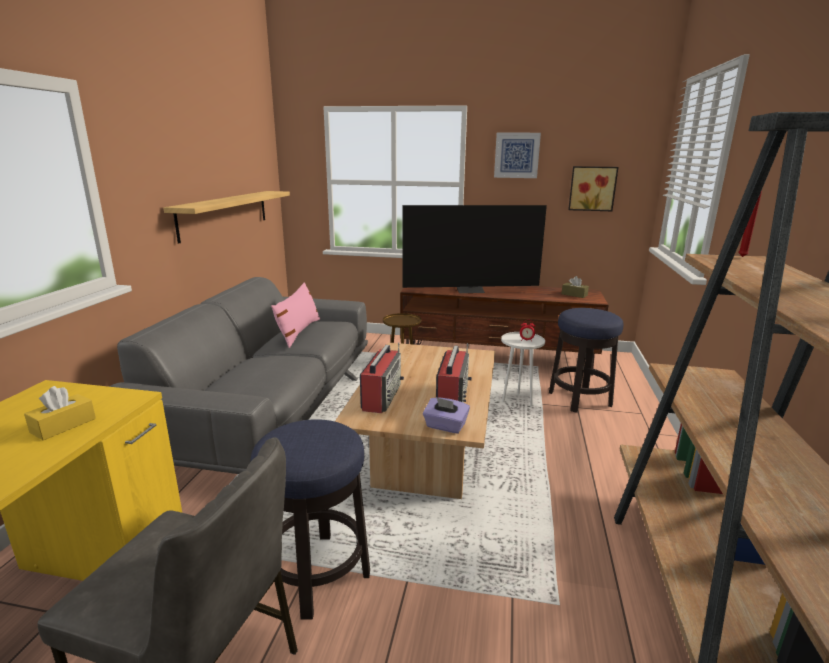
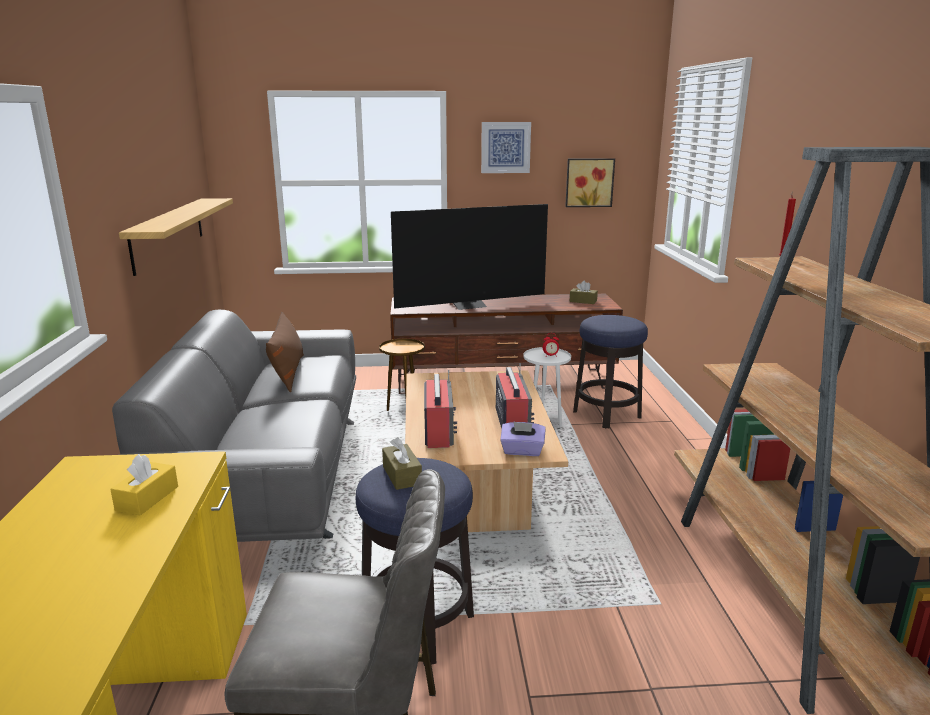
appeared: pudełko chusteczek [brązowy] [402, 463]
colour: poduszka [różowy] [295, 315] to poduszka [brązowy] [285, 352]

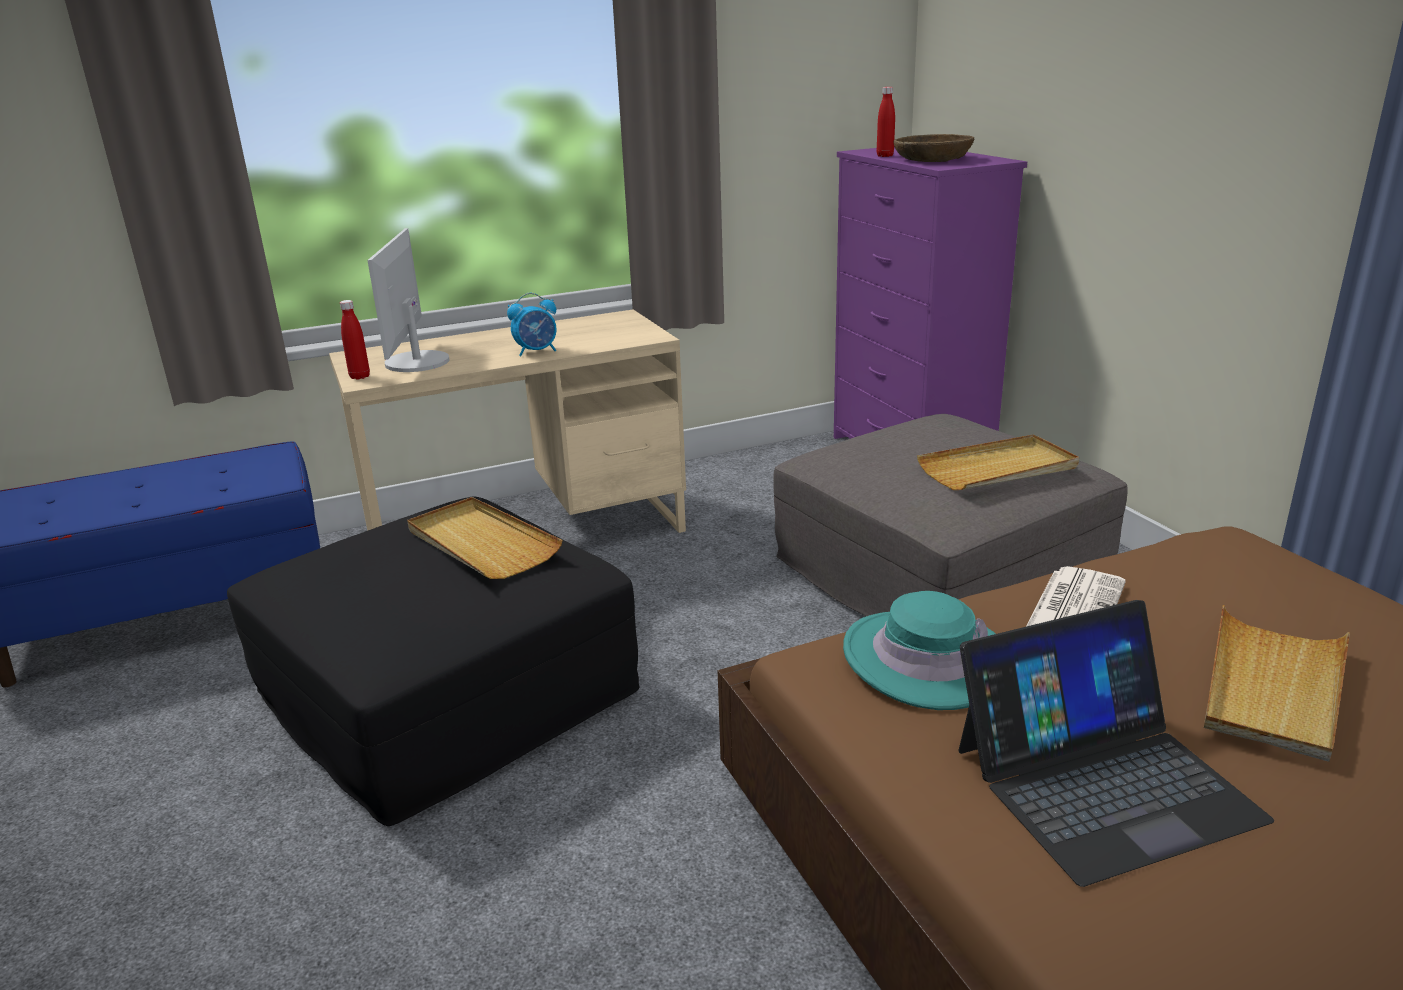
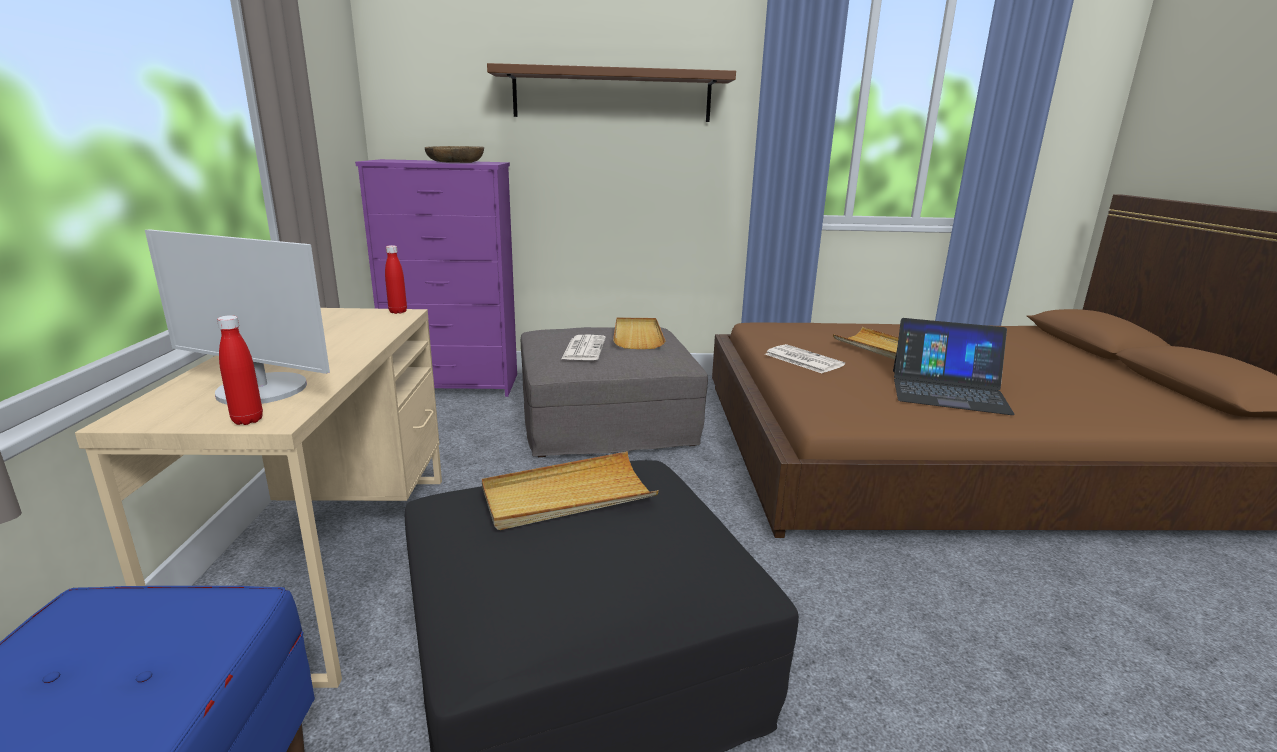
missing: budzik [531, 325]; kapelusz [turkusowy] [919, 650]
appeared: półka [brązowy] [611, 92]; gazeta [583, 347]
relocated: butelka [czerwony] [886, 122] to [396, 279]
spun: laptop [1116, 743] = [954, 366] 105 degrees clockwise

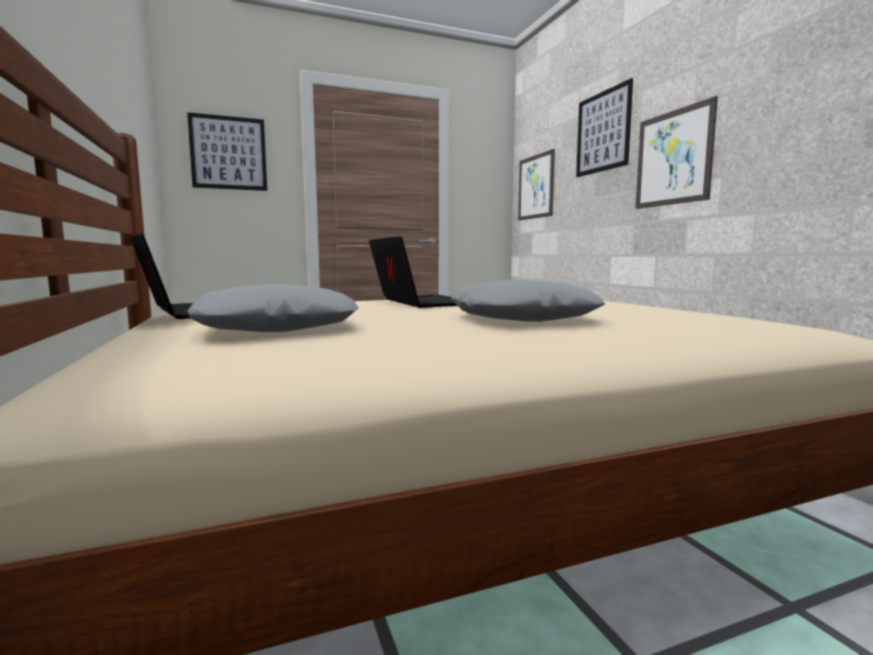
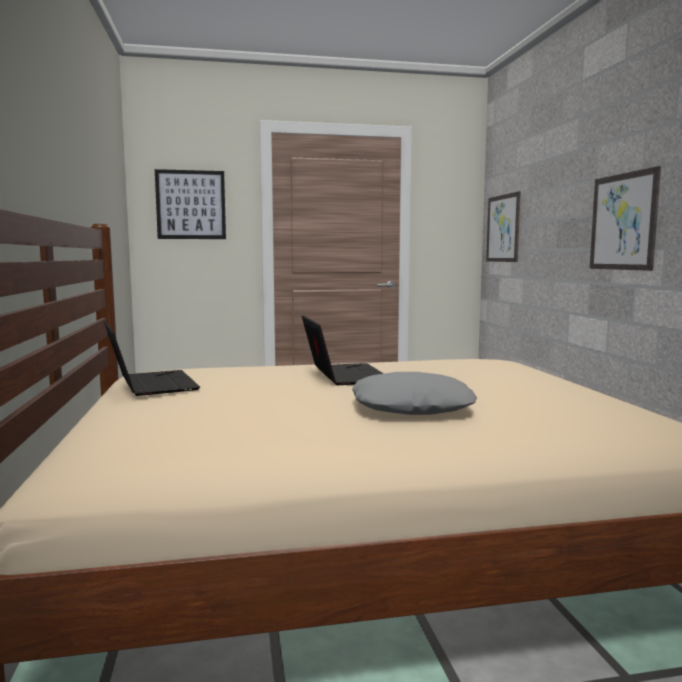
missing: poduszka [szary] [273, 308]; obraz [604, 127]

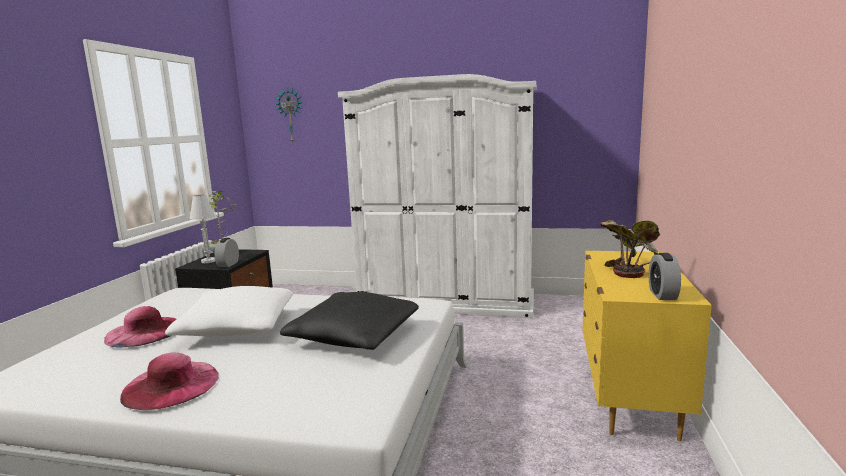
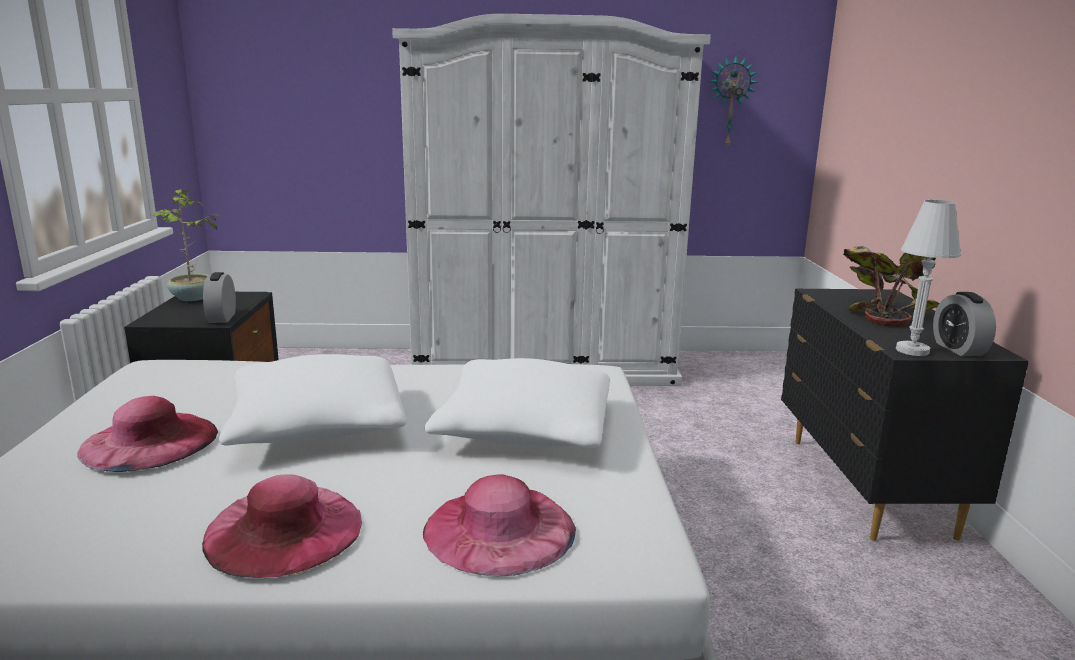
appeared: kapelusz [różowy] [499, 525]
relocated: zegar ścienny [289, 115] to [733, 102]; lampa stołowa [biały] [202, 228] to [928, 278]
colour: poduszka [czarny] [349, 321] to poduszka [biały] [517, 403]; komoda [żółty] [647, 346] to komoda [czarny] [905, 415]

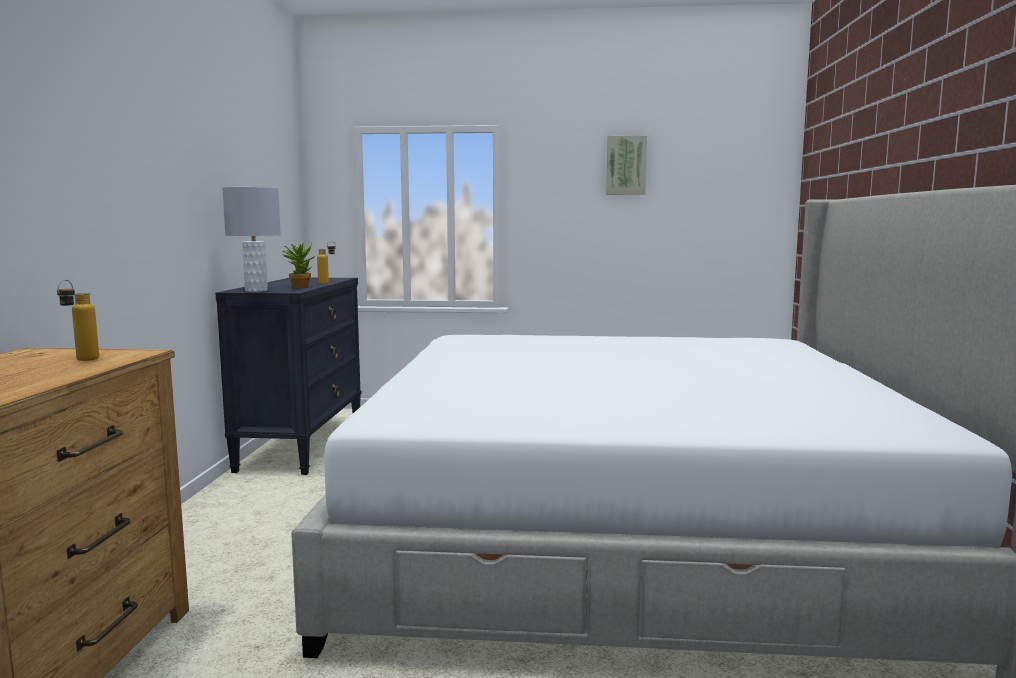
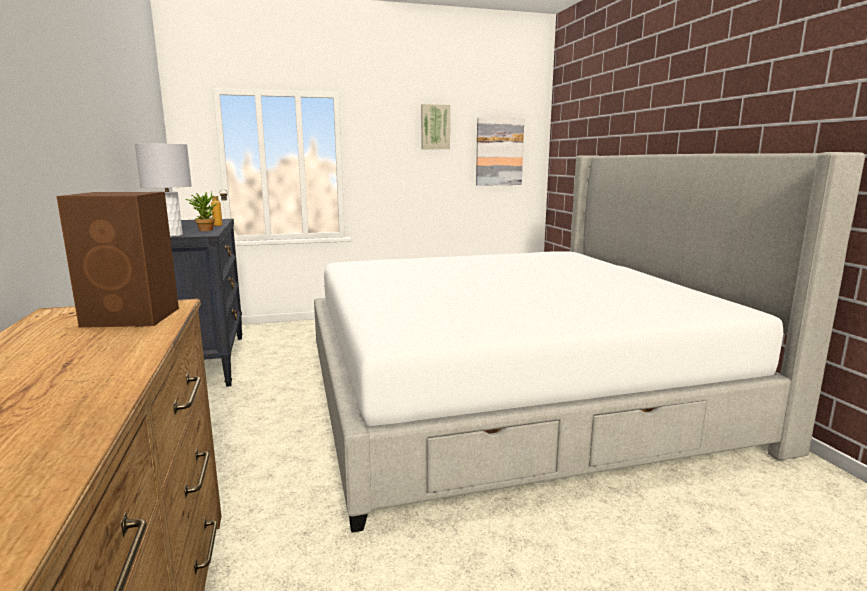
appeared: obraz [500, 152]
exchanged: butelka [78, 320] to głośnik [brązowy] [117, 260]

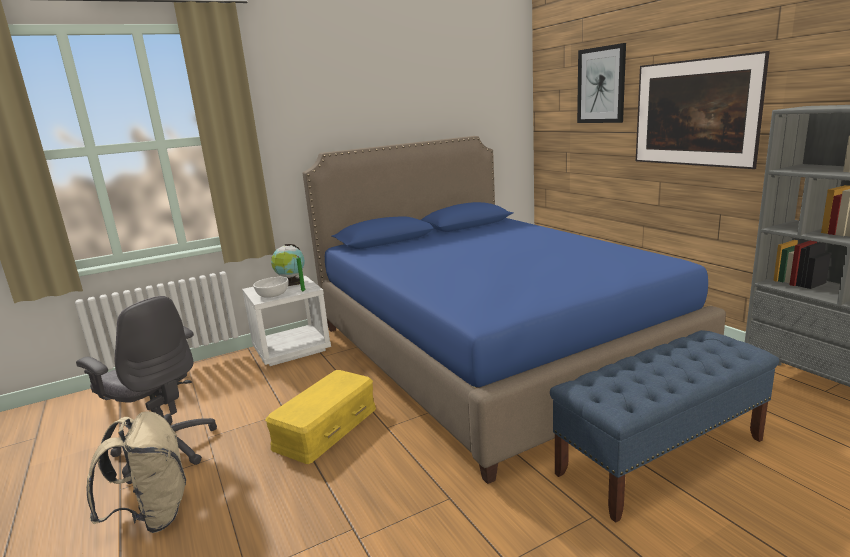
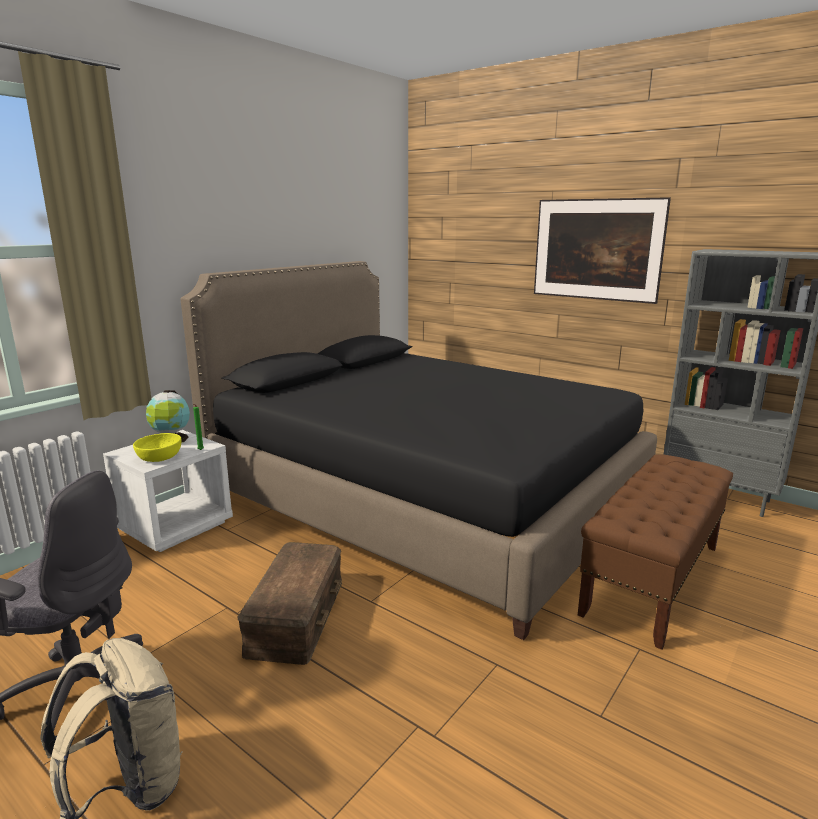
missing: obraz [601, 83]
colour: miska [biały] [271, 287] to miska [żółty] [157, 447]; łóżko [niebieski] [514, 310] to łóżko [czarny] [419, 450]; pojemnik do przechowywania [żółty] [320, 417] to pojemnik do przechowywania [brązowy] [290, 603]; ławka [niebieski] [664, 426] to ławka [brązowy] [655, 552]

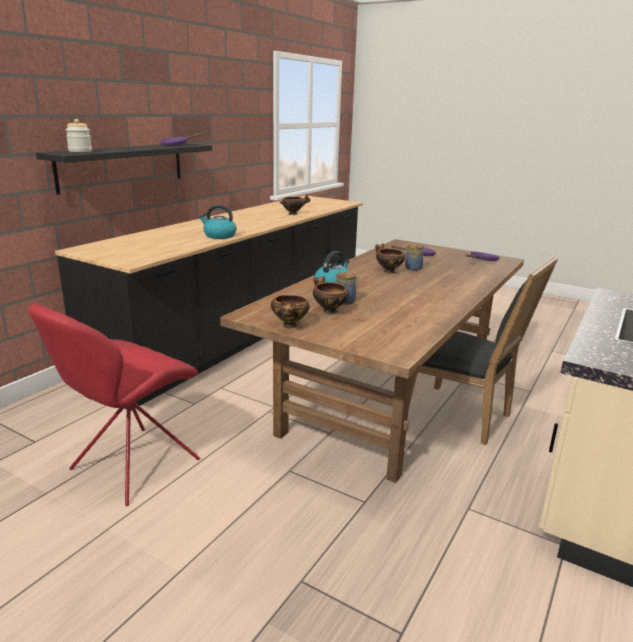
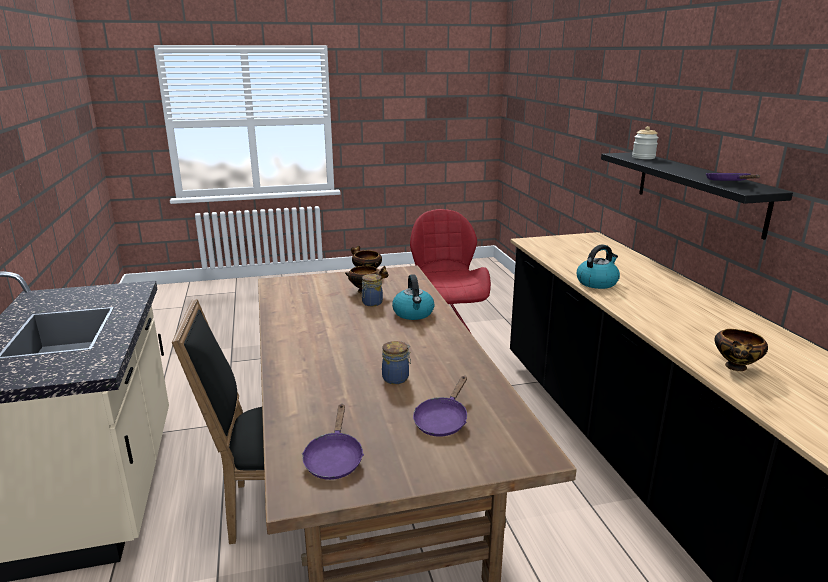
missing: miska [390, 258]

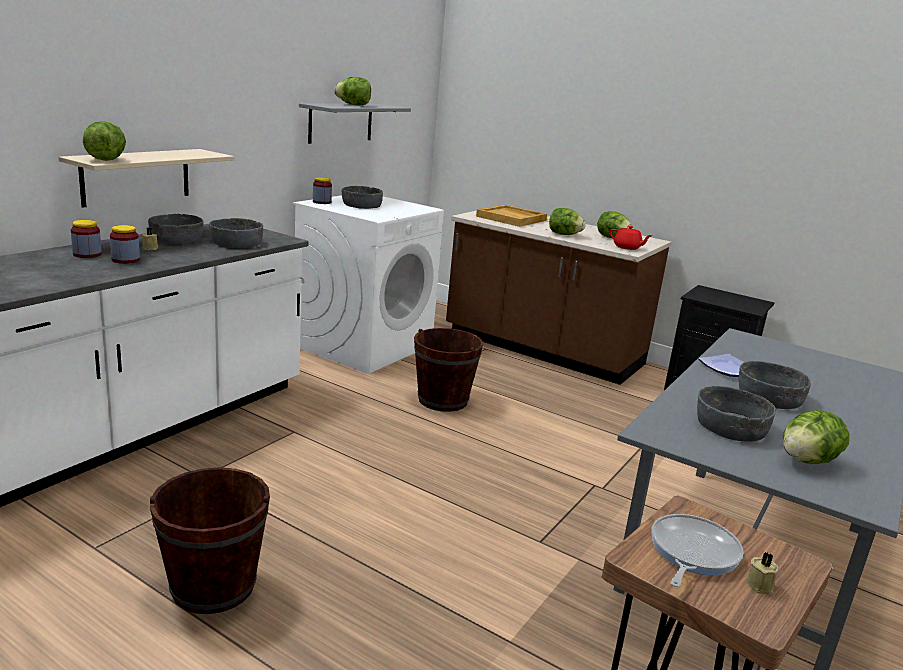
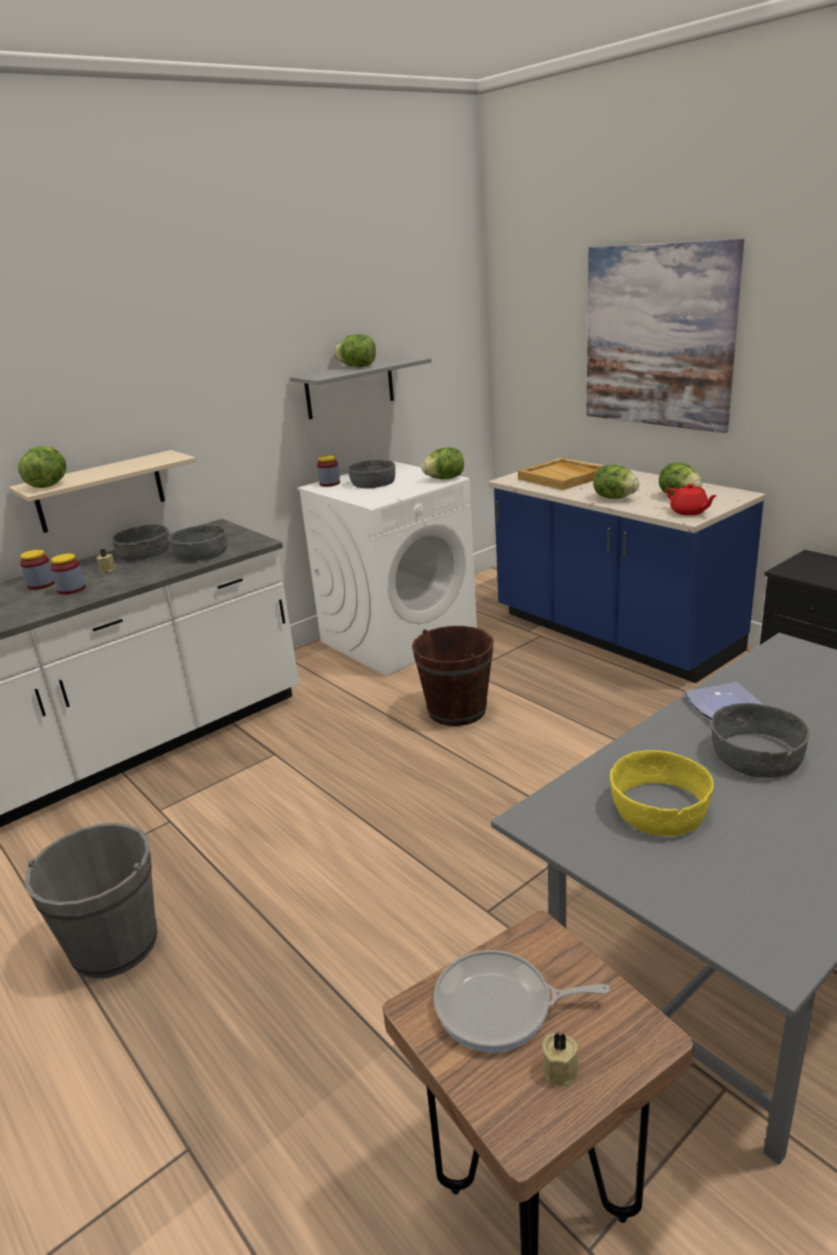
appeared: obraz [665, 336]
relocated: sałata [816, 437] to [442, 463]
colour: wiadro [brązowy] [210, 540] to wiadro [szary] [91, 901]; zabudowa kuchenna [brązowy] [558, 298] to zabudowa kuchenna [niebieski] [627, 570]; miska [szary] [736, 414] to miska [żółty] [662, 793]
spun: patelnia [697, 550] = [522, 1001] 135 degrees counterclockwise

